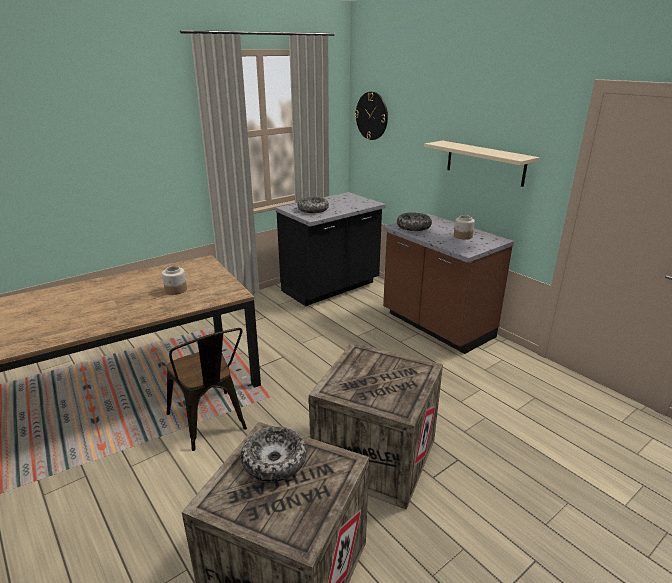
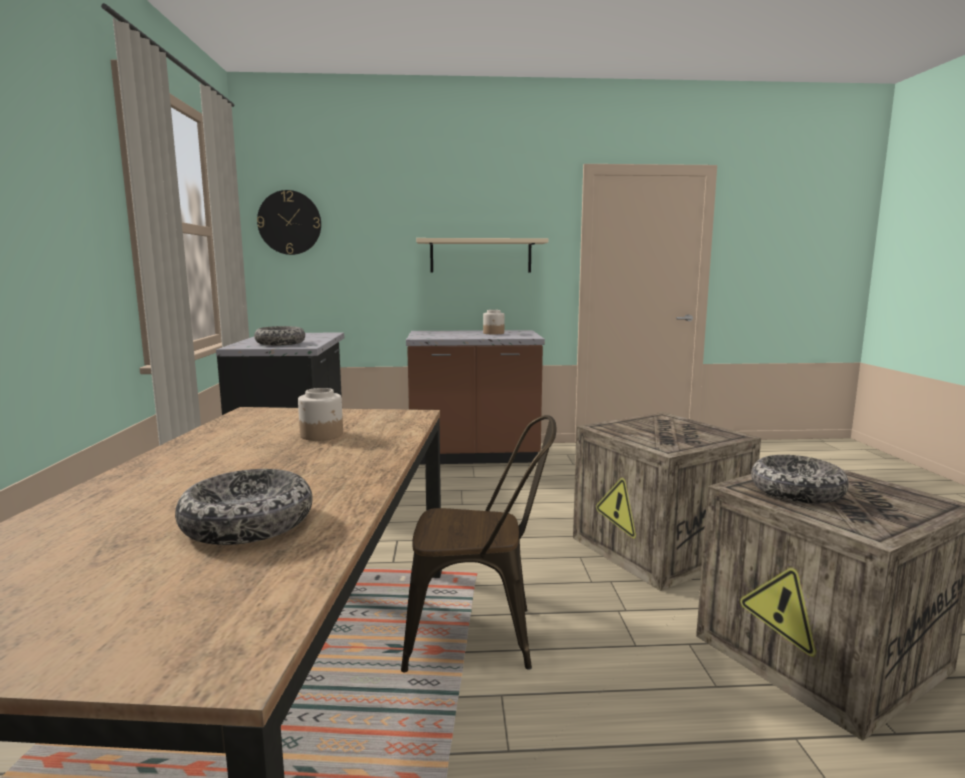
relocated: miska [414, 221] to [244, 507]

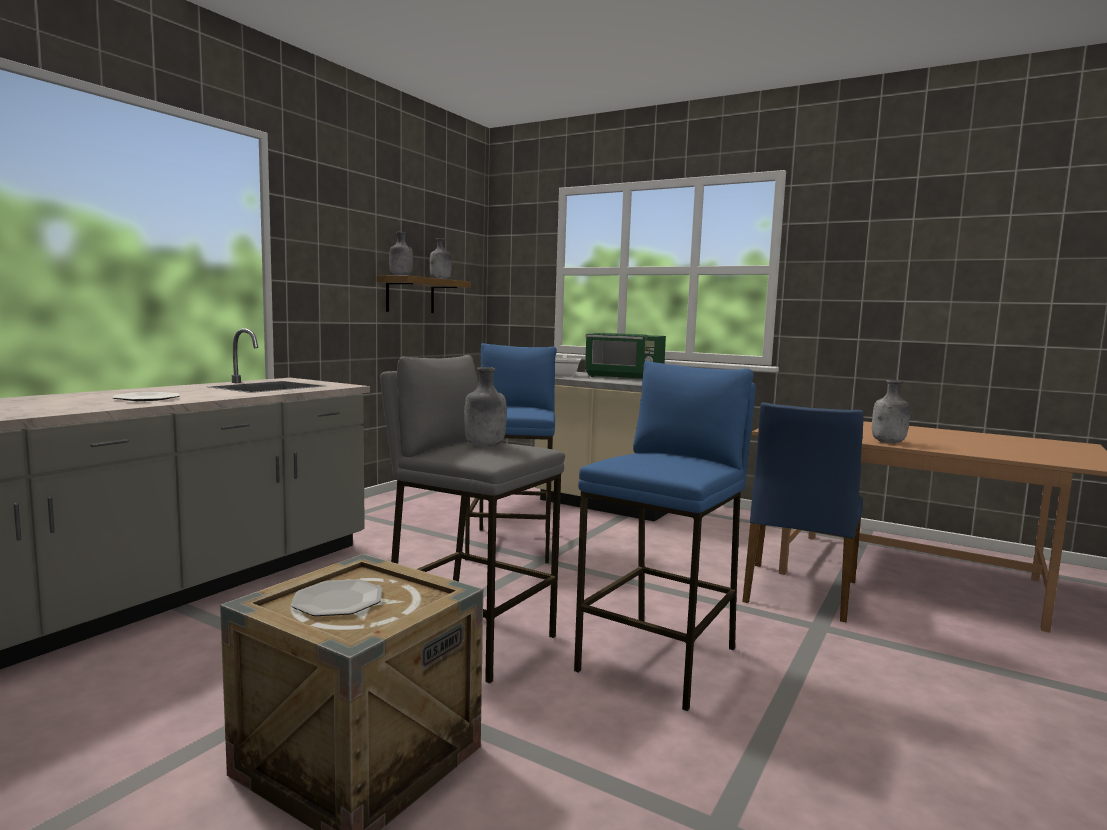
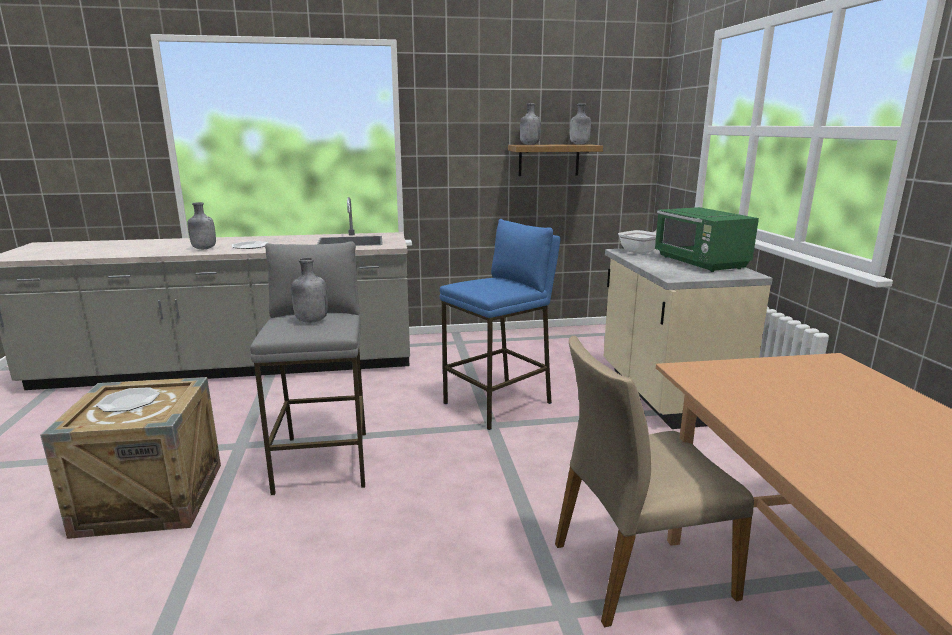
missing: stołek [niebieski] [665, 536]
relocated: butelka [szary] [891, 411] to [202, 225]
colour: krzesło [niebieski] [803, 513] to krzesło [beżowy] [654, 481]

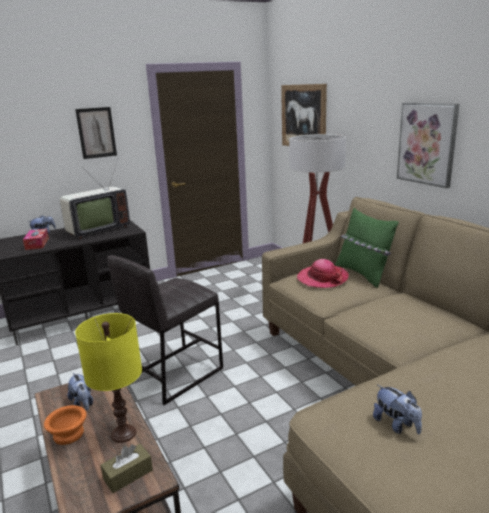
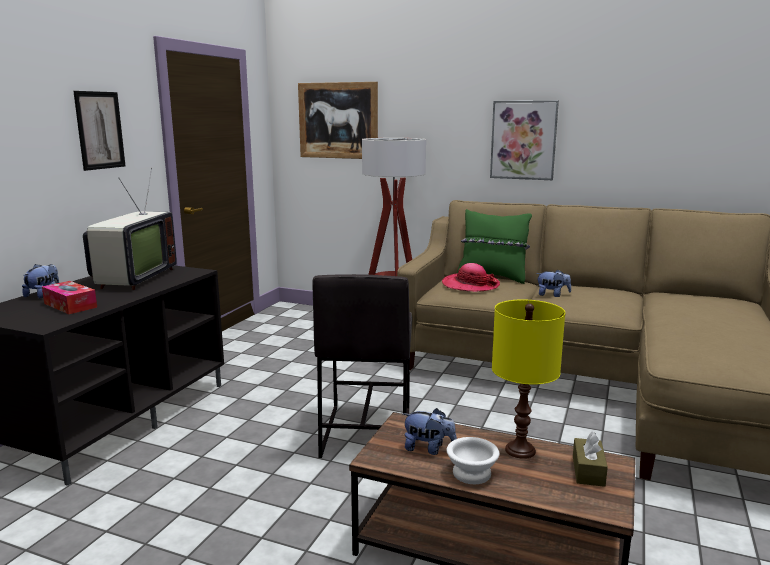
relocated: pluszak [397, 409] to [553, 283]
colour: miska [pomarańczowy] [65, 425] to miska [biały] [473, 460]

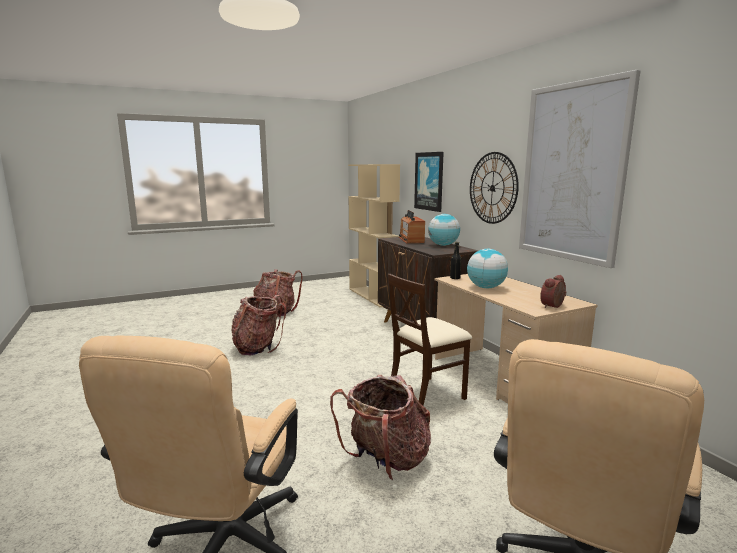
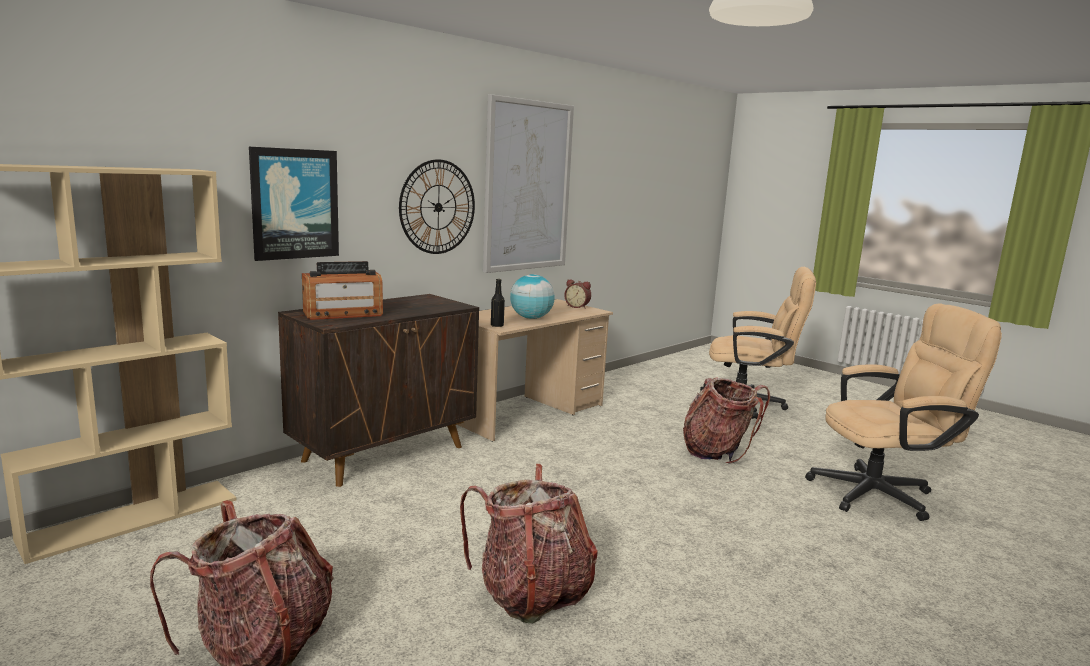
missing: krzesło [beżowy] [430, 340]; globus [444, 230]

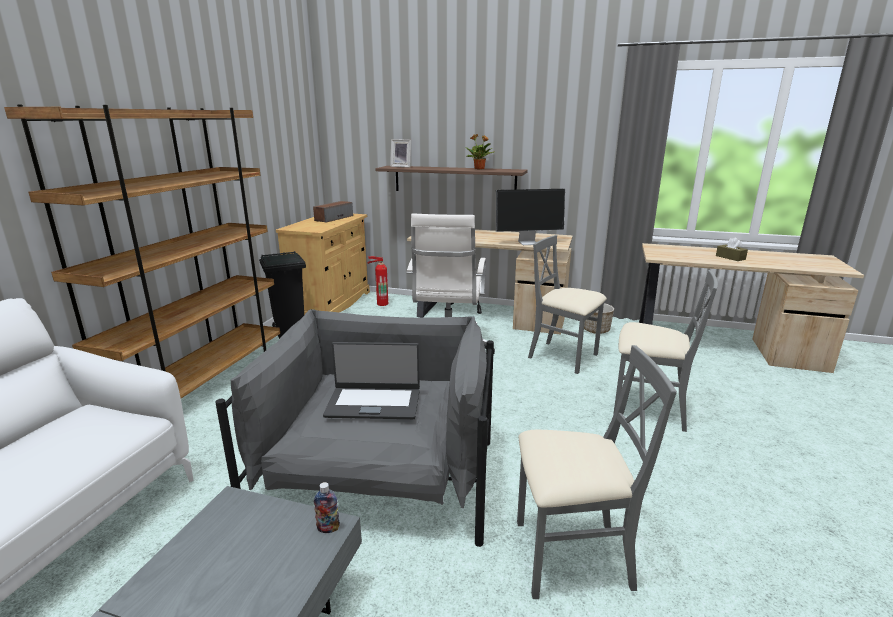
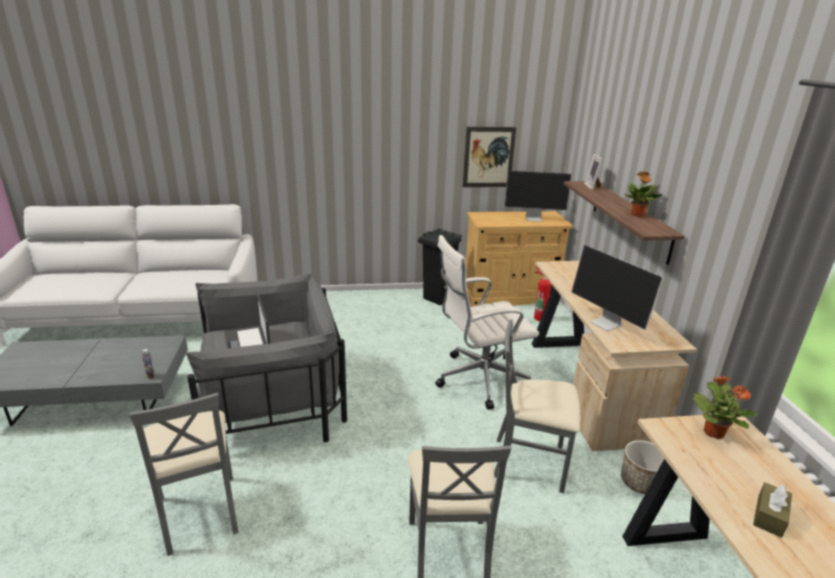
missing: regał [brązowy] [142, 251]
appeared: obraz [489, 157]; roślina doniczkowa [725, 407]
exchanged: głośnik [333, 212] to monitor [538, 196]
spun: krzesło [szary] [567, 304] = [537, 406] 90 degrees counterclockwise

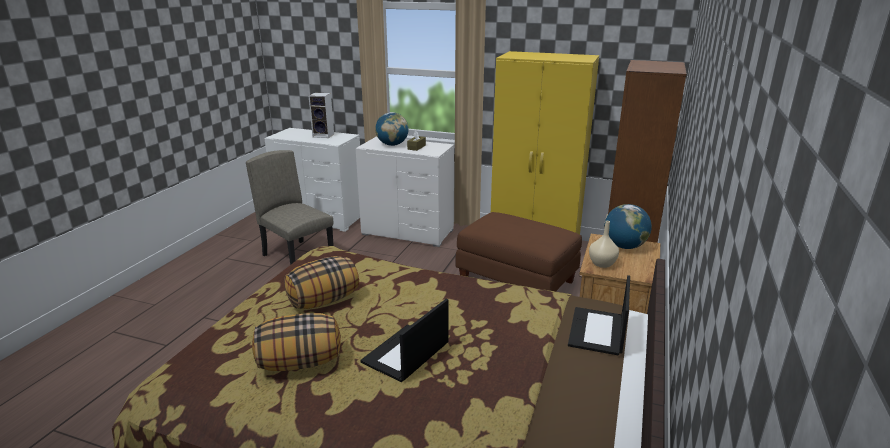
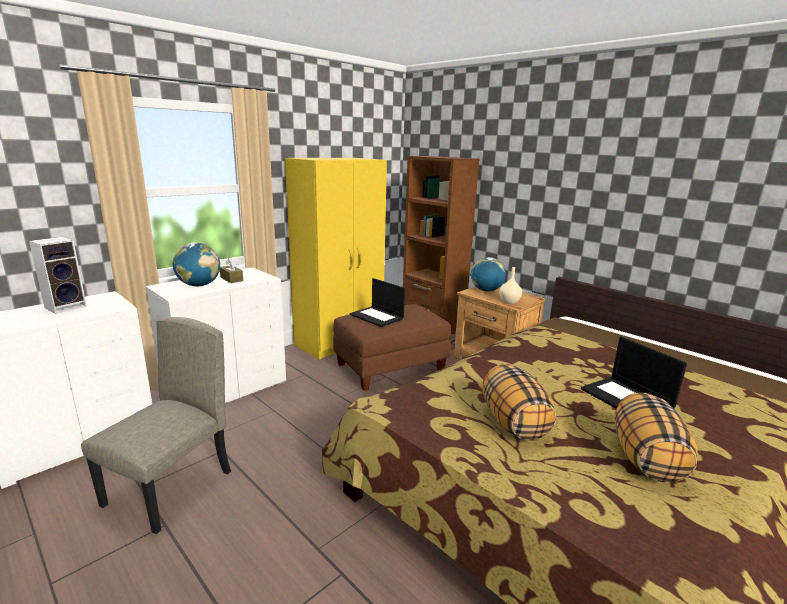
relocated: laptop [599, 315] to [377, 302]
spun: krzesło [beżowy] [290, 207] = [156, 425] 135 degrees clockwise

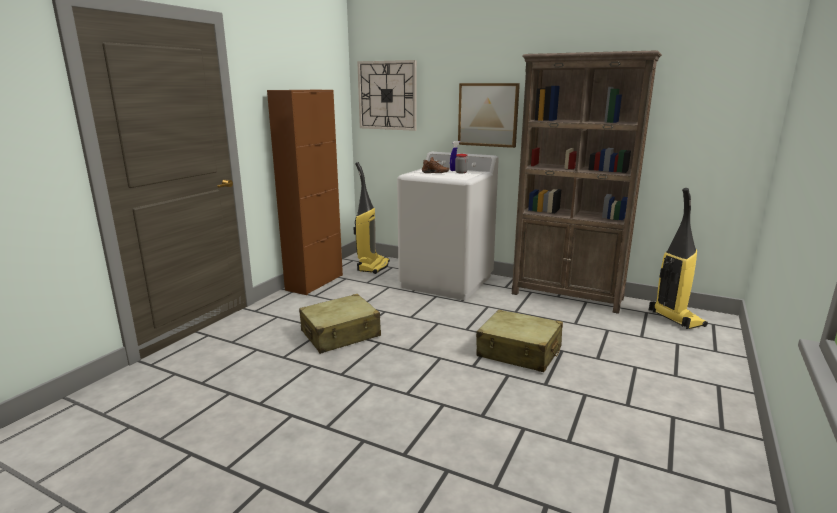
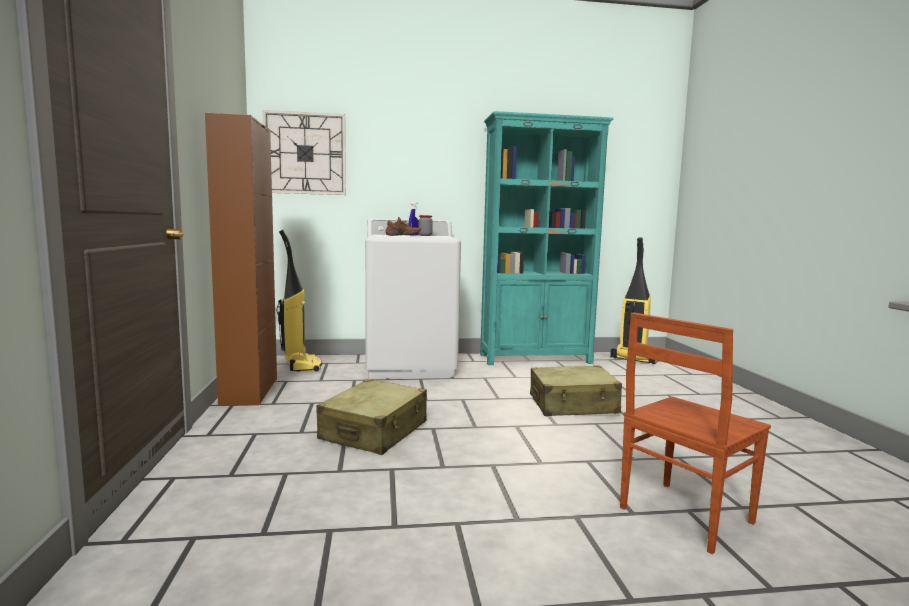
missing: obraz [489, 115]
appeared: krzesło [brązowy] [695, 433]
colour: regał [brązowy] [587, 182] to regał [turkusowy] [546, 238]

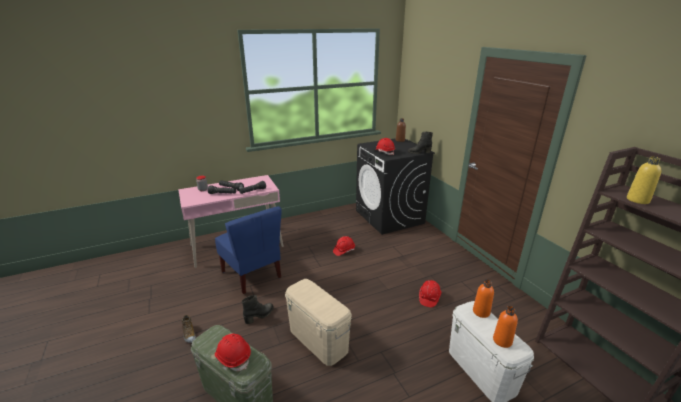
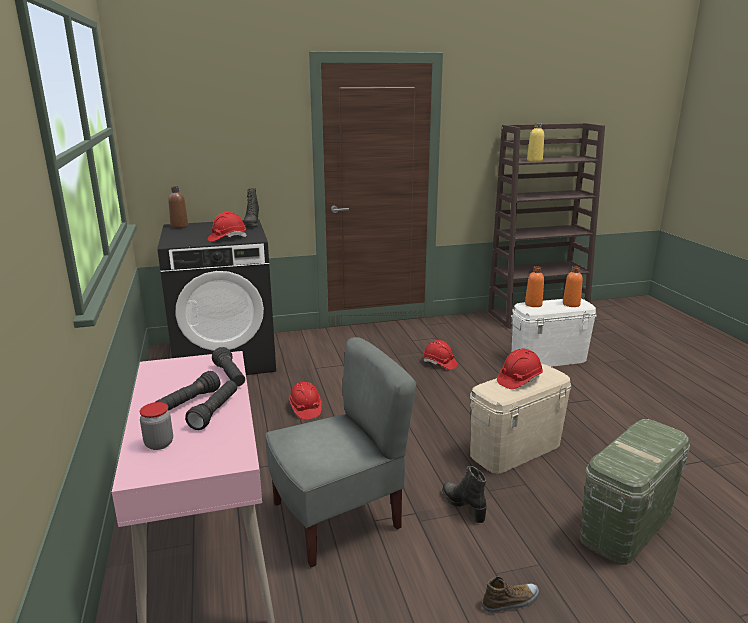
relocated: kask [czerwony] [233, 352] to [520, 369]
colour: krzesło [niebieski] [248, 250] to krzesło [szary] [341, 452]

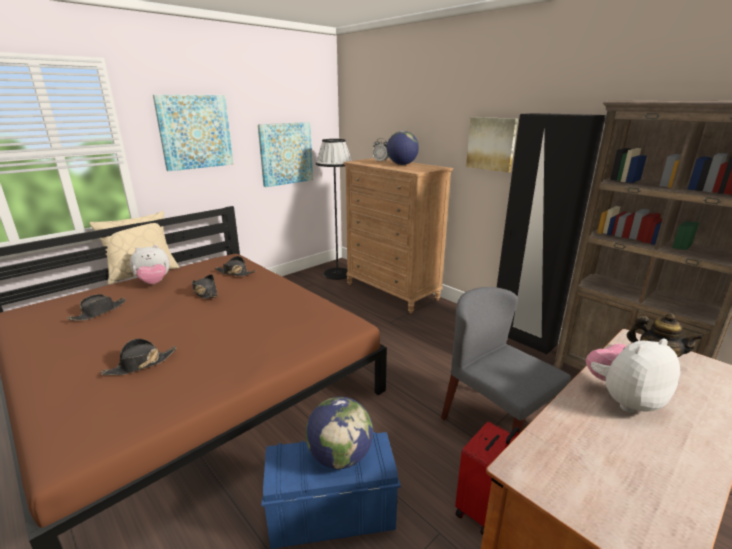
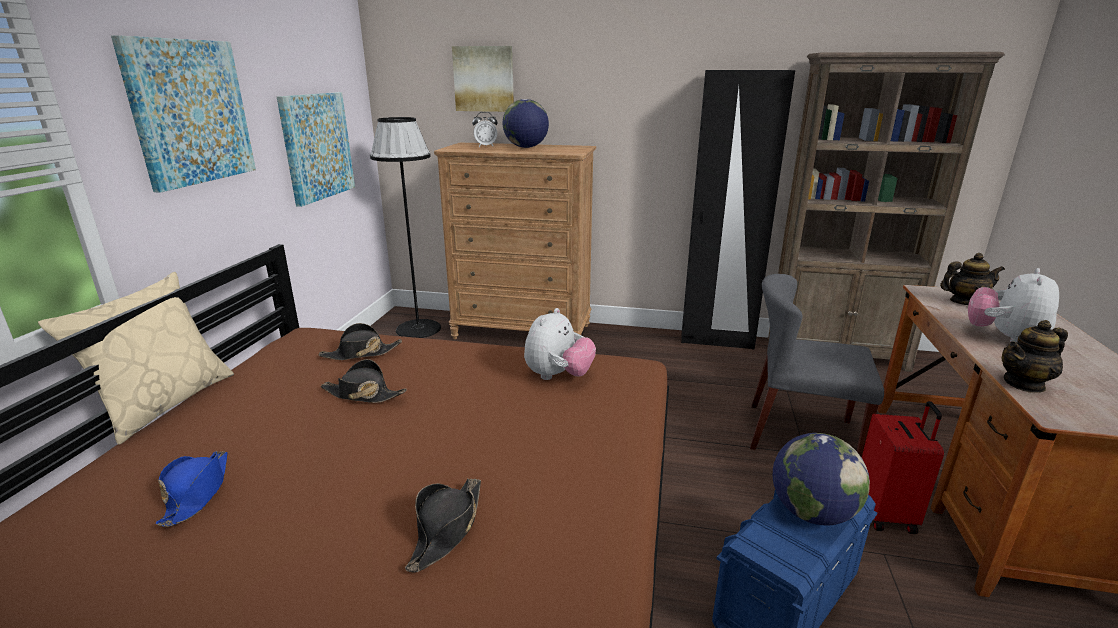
appeared: imbryk [1035, 356]
relocated: obraz [492, 145] to [483, 79]; pluszak [150, 264] to [560, 344]
colour: kapelusz [czarny] [96, 307] to kapelusz [niebieski] [191, 489]

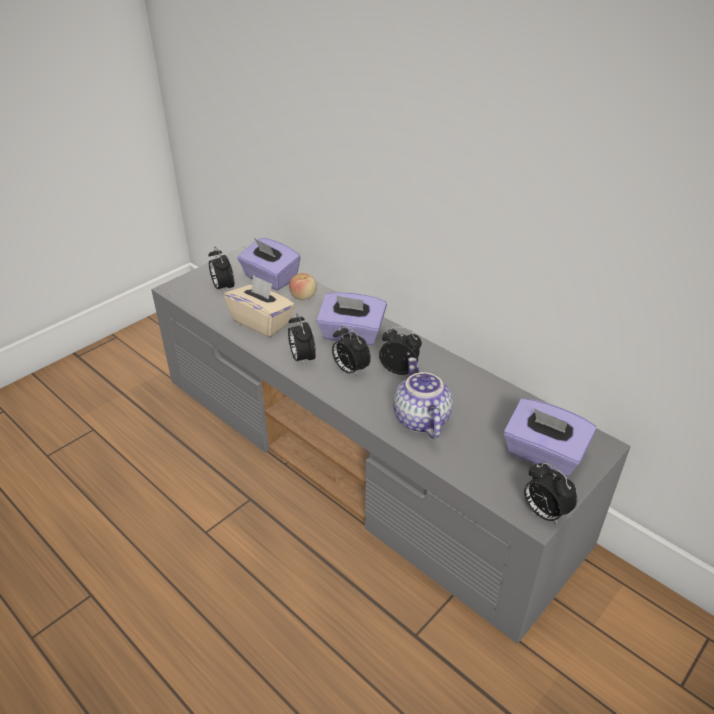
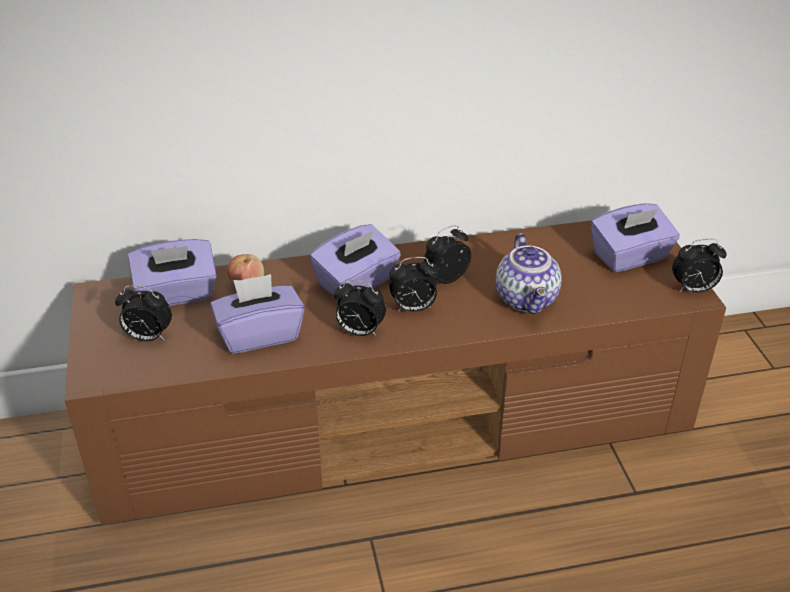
colour: szafka pod telewizor [szary] [391, 444] to szafka pod telewizor [brązowy] [395, 372]; pudełko chusteczek [beżowy] [259, 306] to pudełko chusteczek [fioletowy] [257, 314]
spun: imbryk [423, 398] = [529, 273] 120 degrees counterclockwise

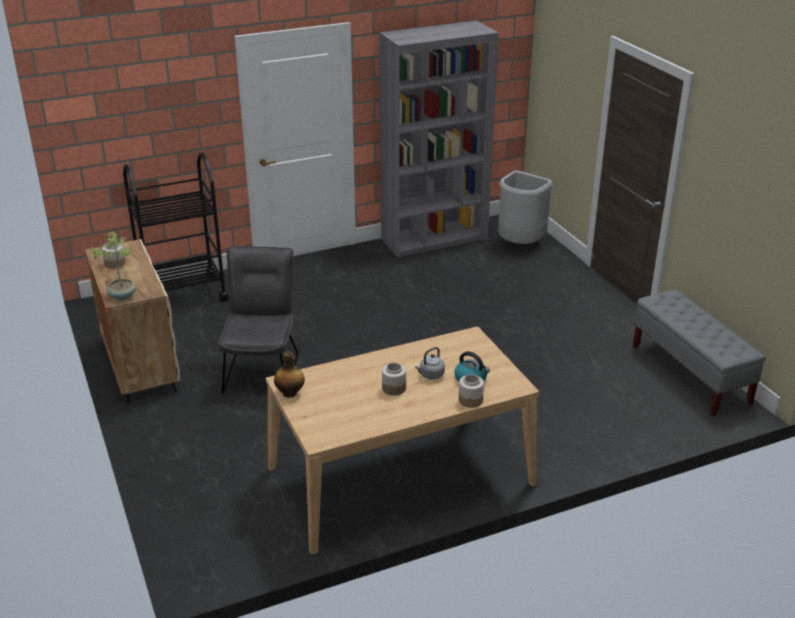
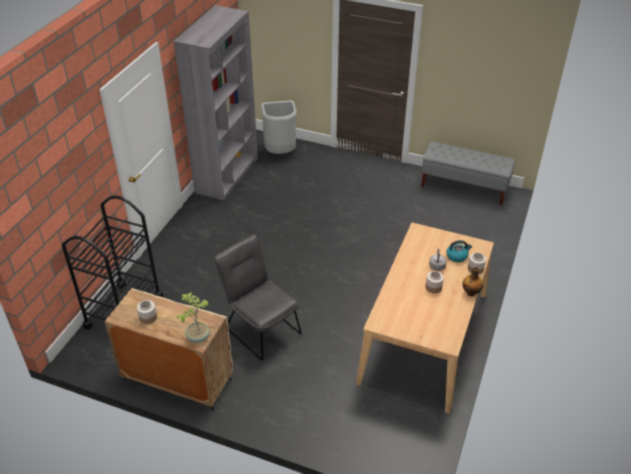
relocated: butelka [289, 374] to [472, 281]

